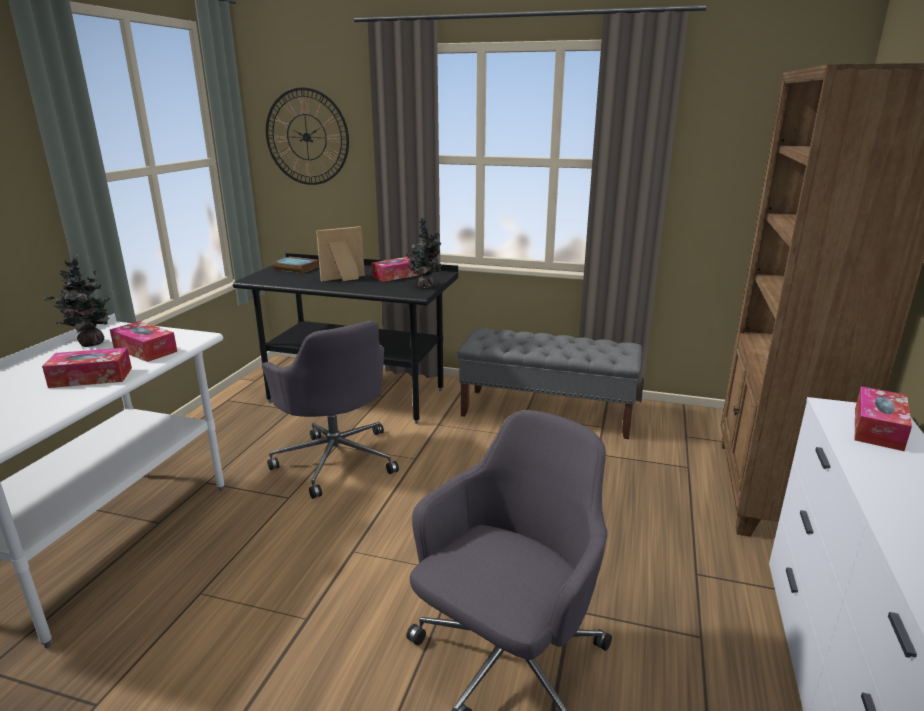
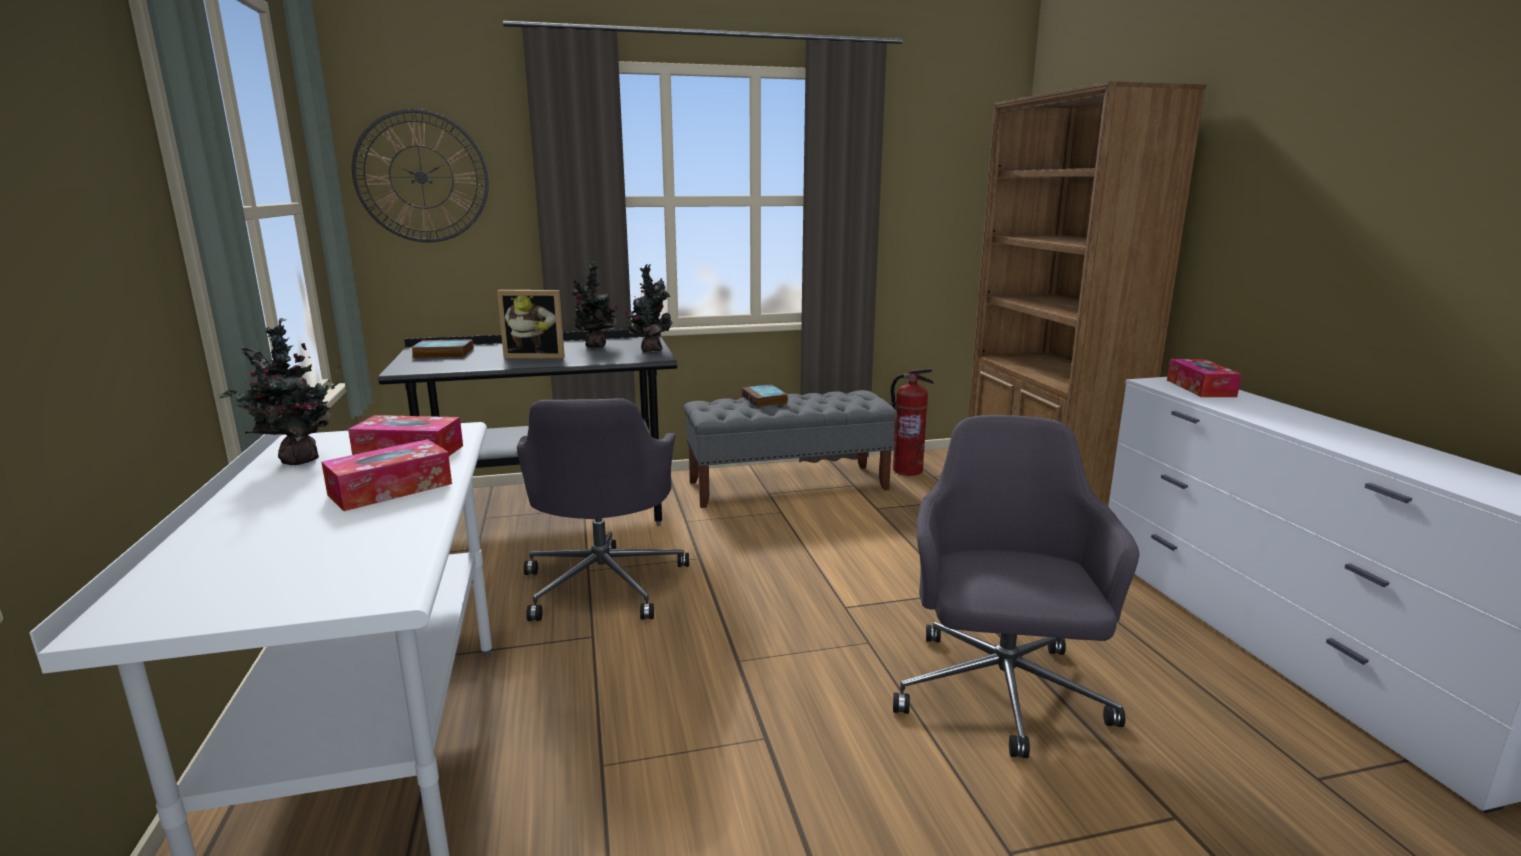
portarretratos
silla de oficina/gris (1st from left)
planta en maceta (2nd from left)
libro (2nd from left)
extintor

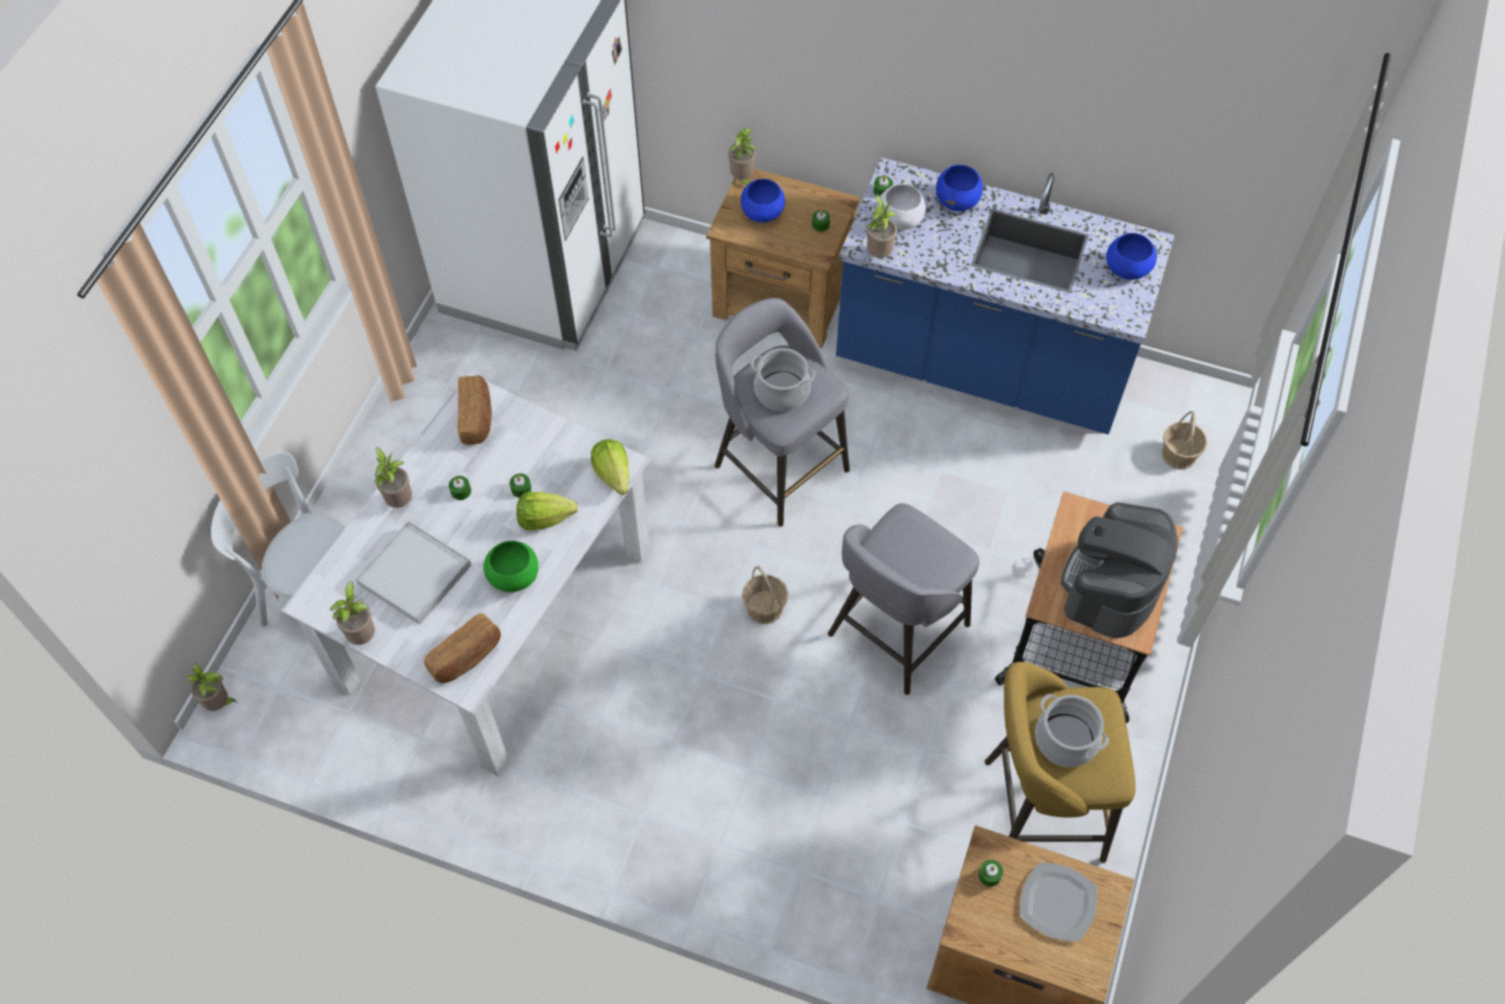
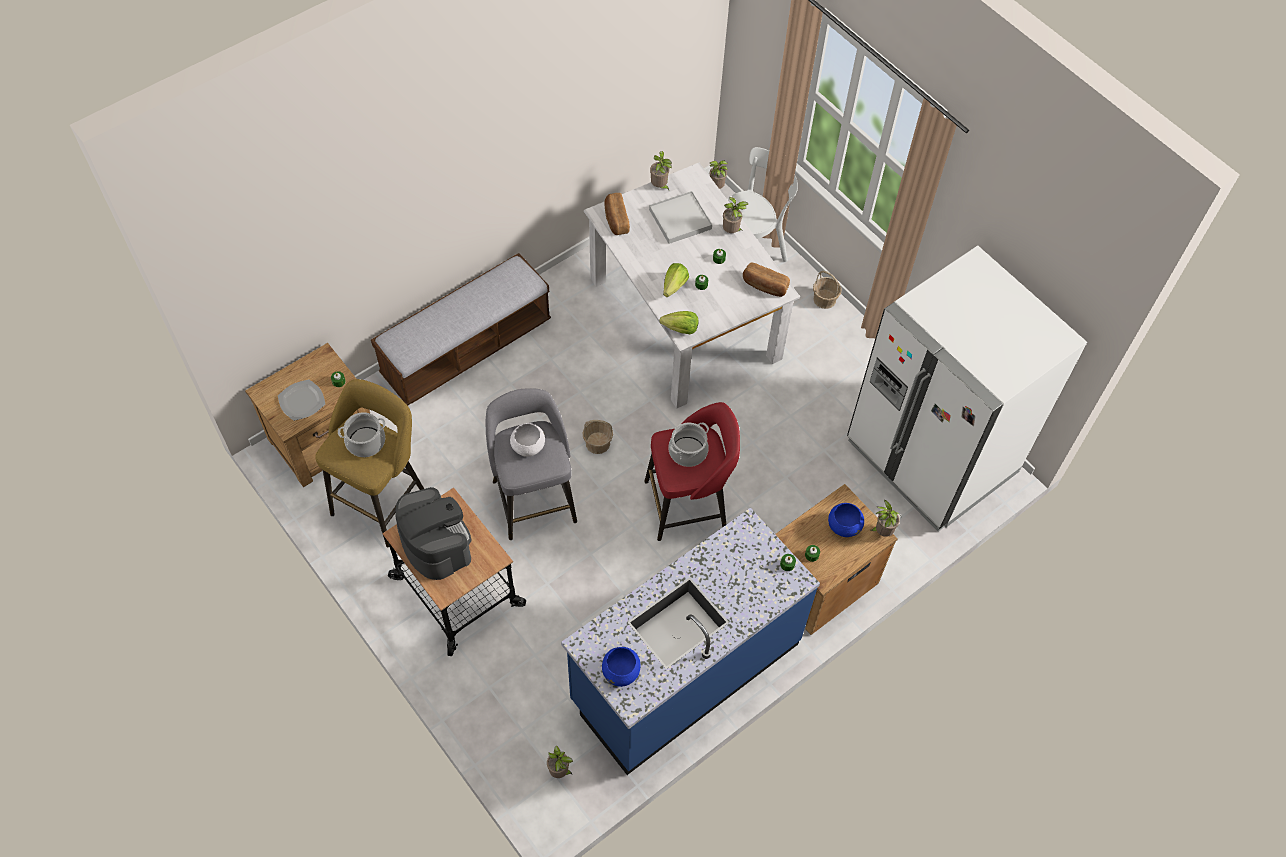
banco
cuenco/blanco
planta en maceta (1st from left)
taburete/rojo
cesta (2nd from left)
cuenco/verde
cuenco/azul (2nd from left in the first image)

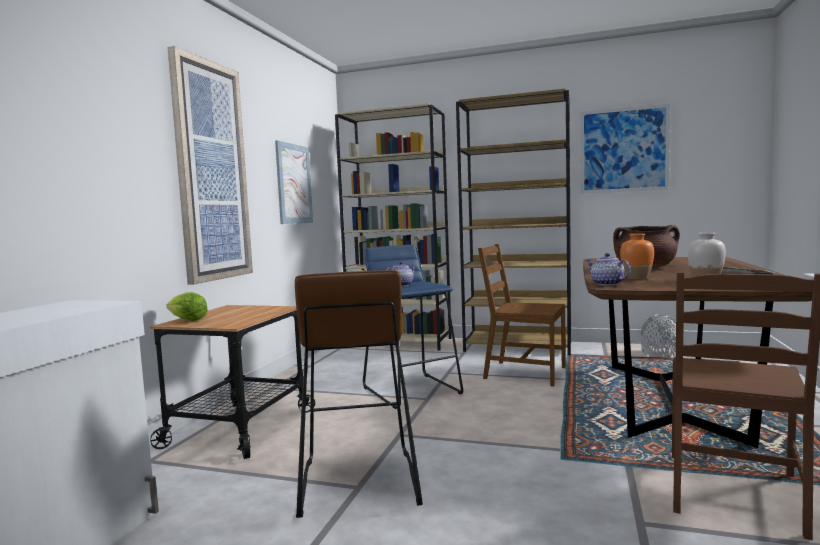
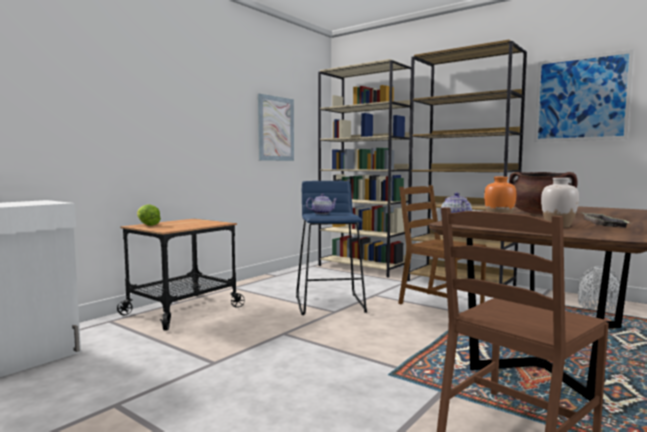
cuadro (1st from left in the first image)
taburete/marrón

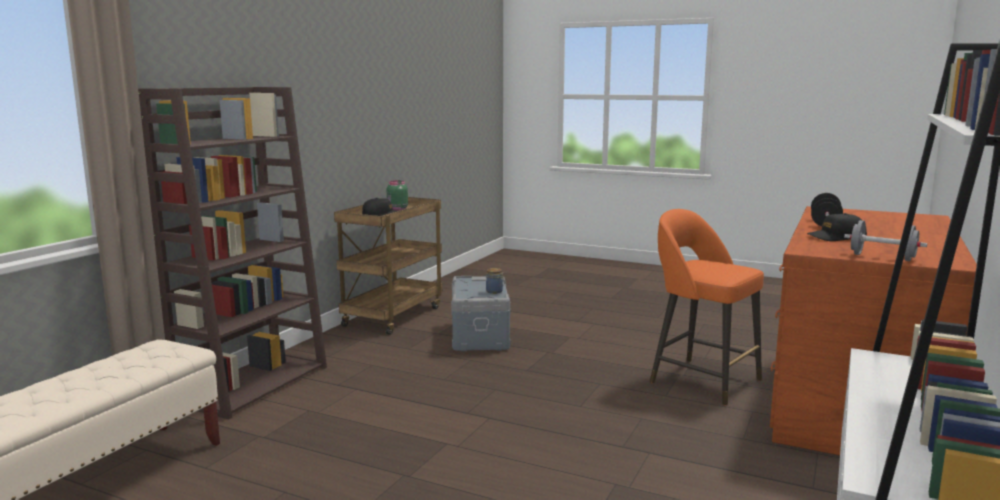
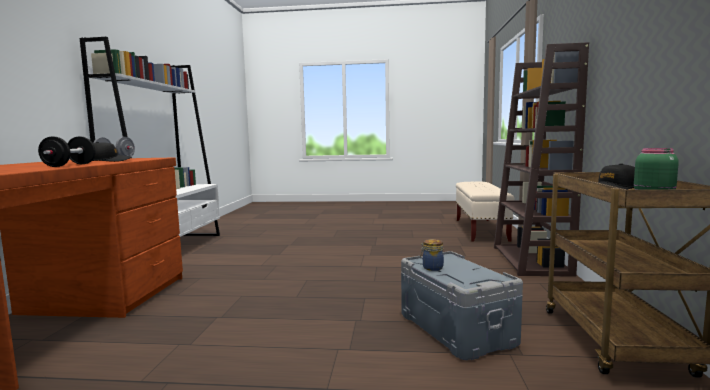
taburete/naranja

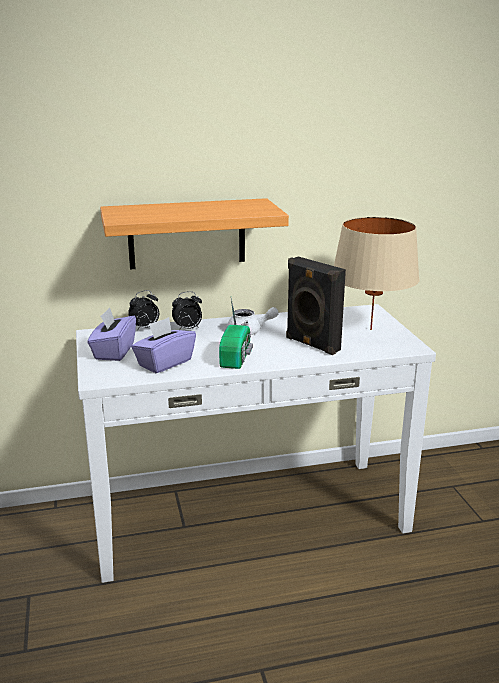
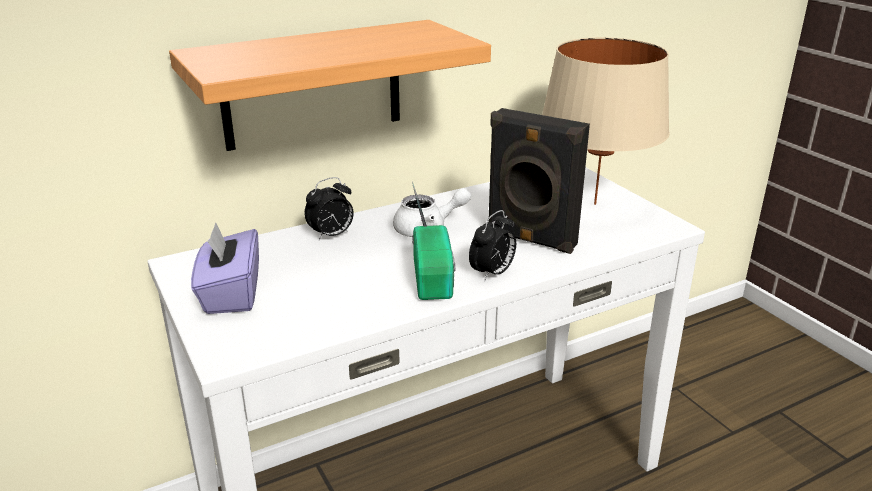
despertador (2nd from left)
caja de pañuelos/morado (2nd from left in the first image)

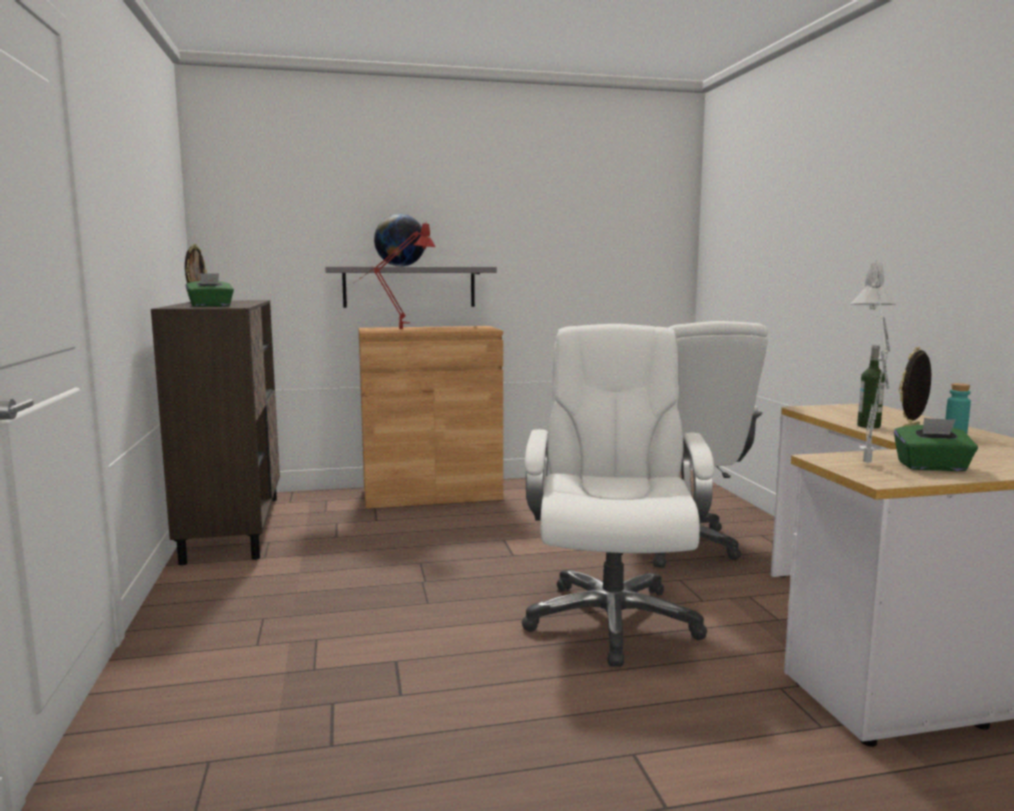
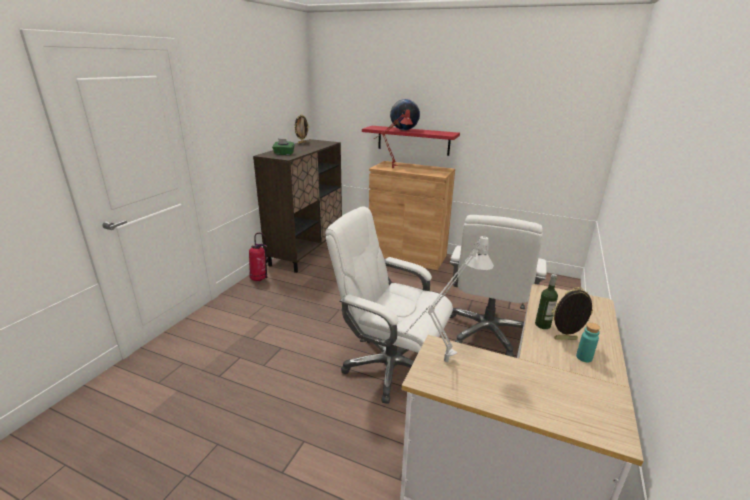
extintor
silla de oficina/blanco (1st from left)
estante/rojo
caja de pañuelos/verde (2nd from left in the first image)

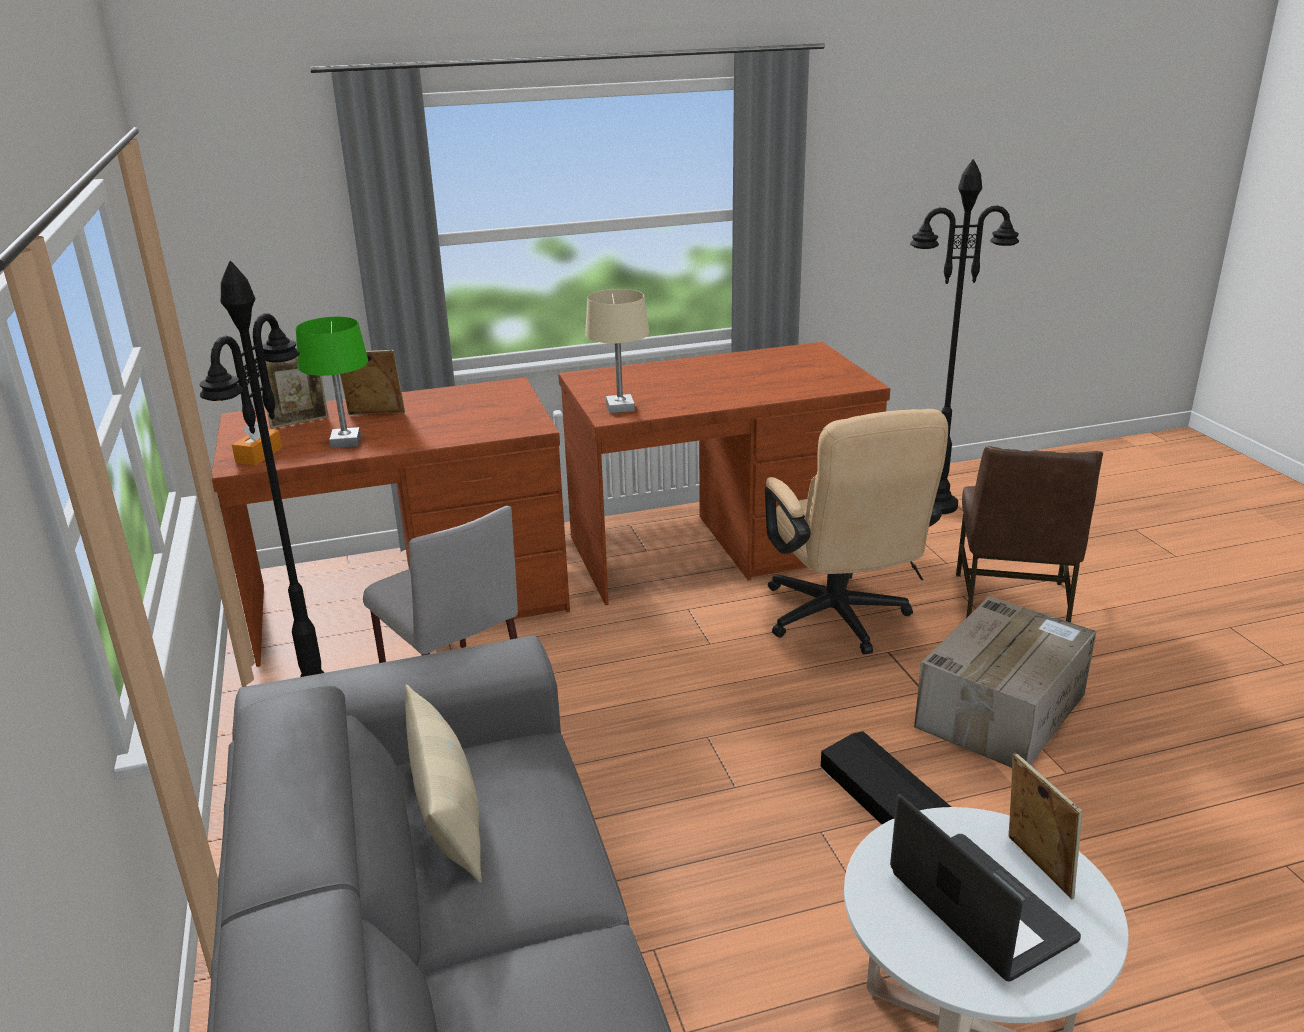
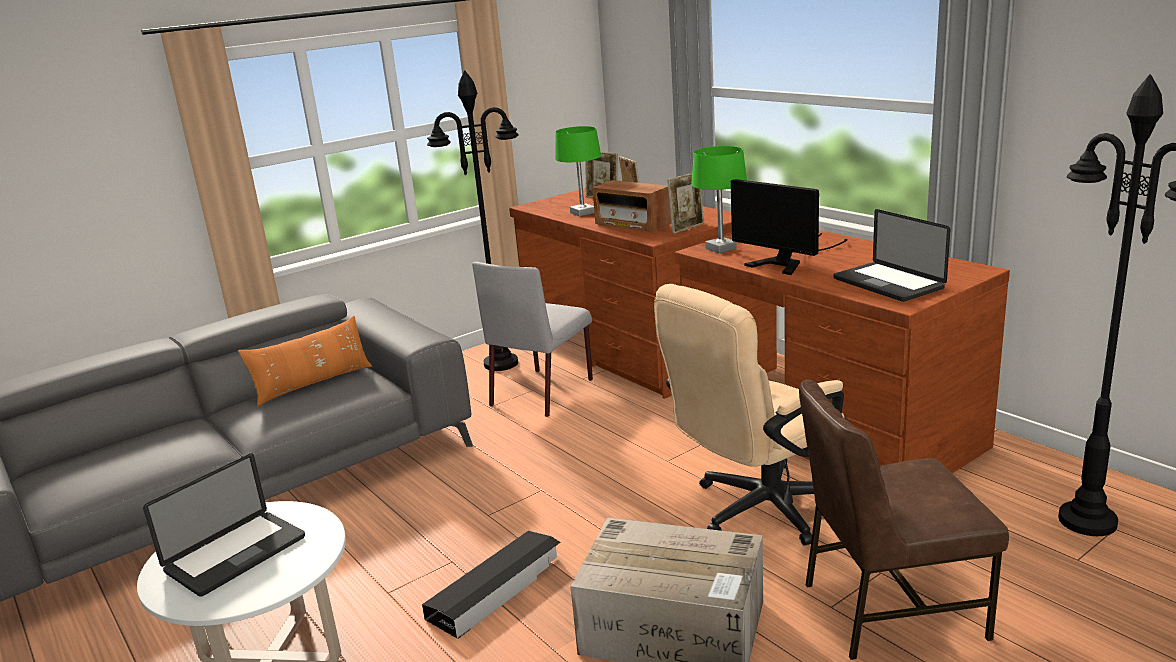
cojín/naranja
radio
portarretratos (3rd from left)
lámpara de mesa/verde (2nd from left)
monitor
portátil (2nd from left)
caja de pañuelos/naranja

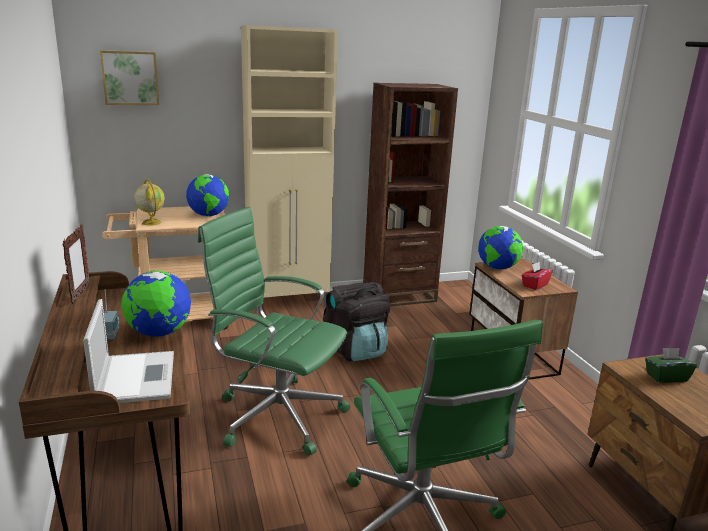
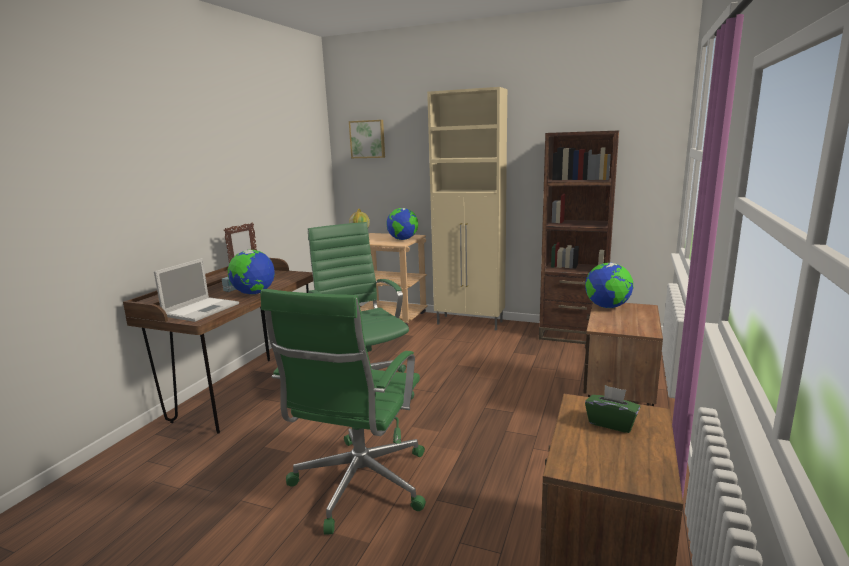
mochila/negro
caja de pañuelos/rojo

